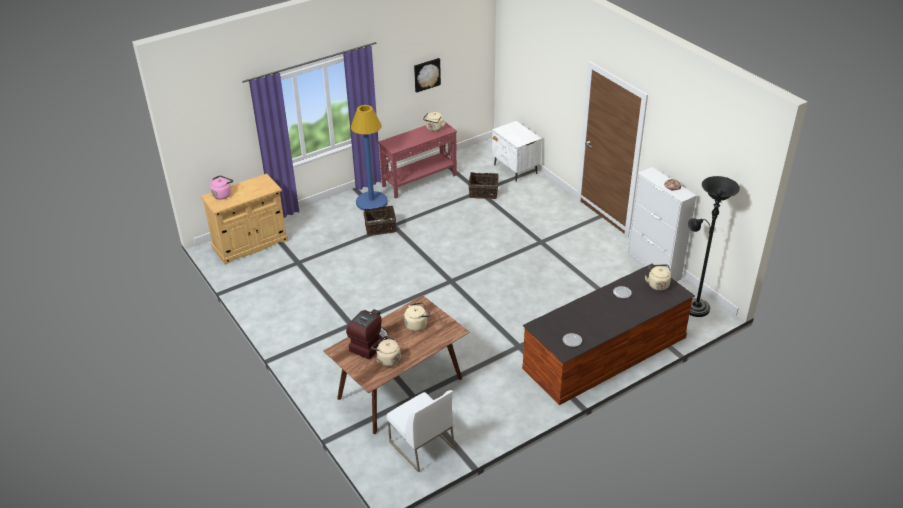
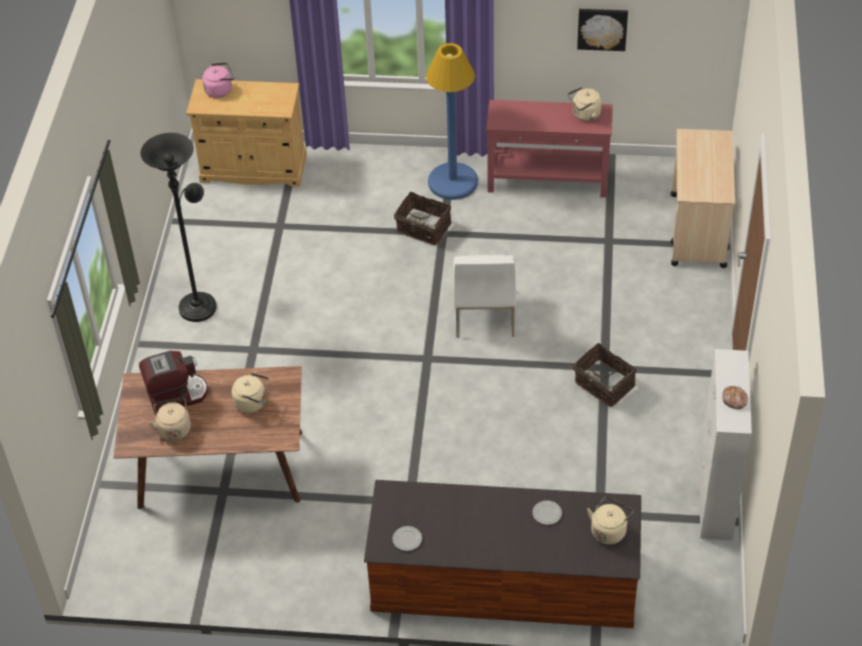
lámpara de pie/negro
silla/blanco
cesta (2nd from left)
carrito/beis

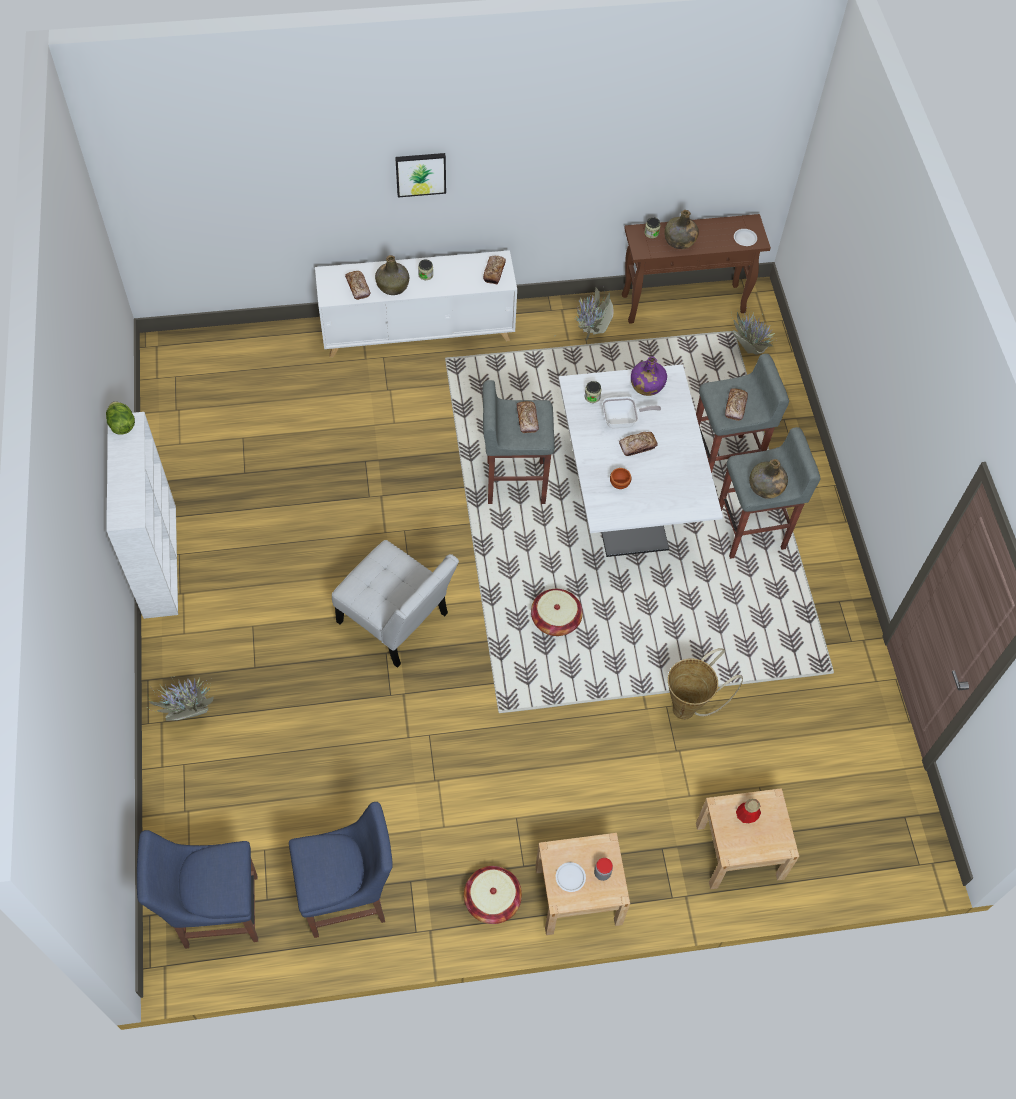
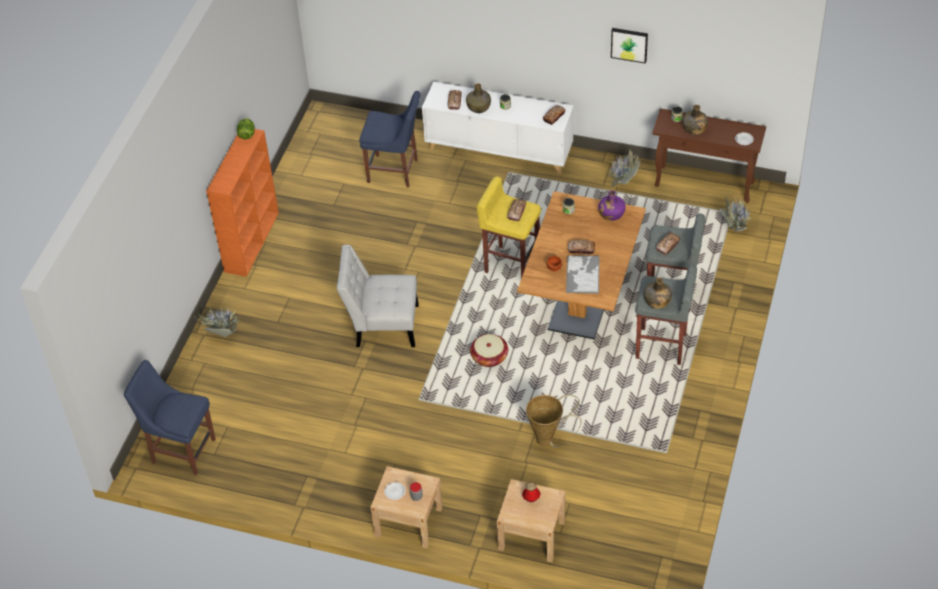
estantería/naranja
silla/blanco
silla/azul (2nd from left)
taburete/amarillo
mesa de comedor/marrón
bandeja
cuadro
cesta (1st from left in the first image)
sartén

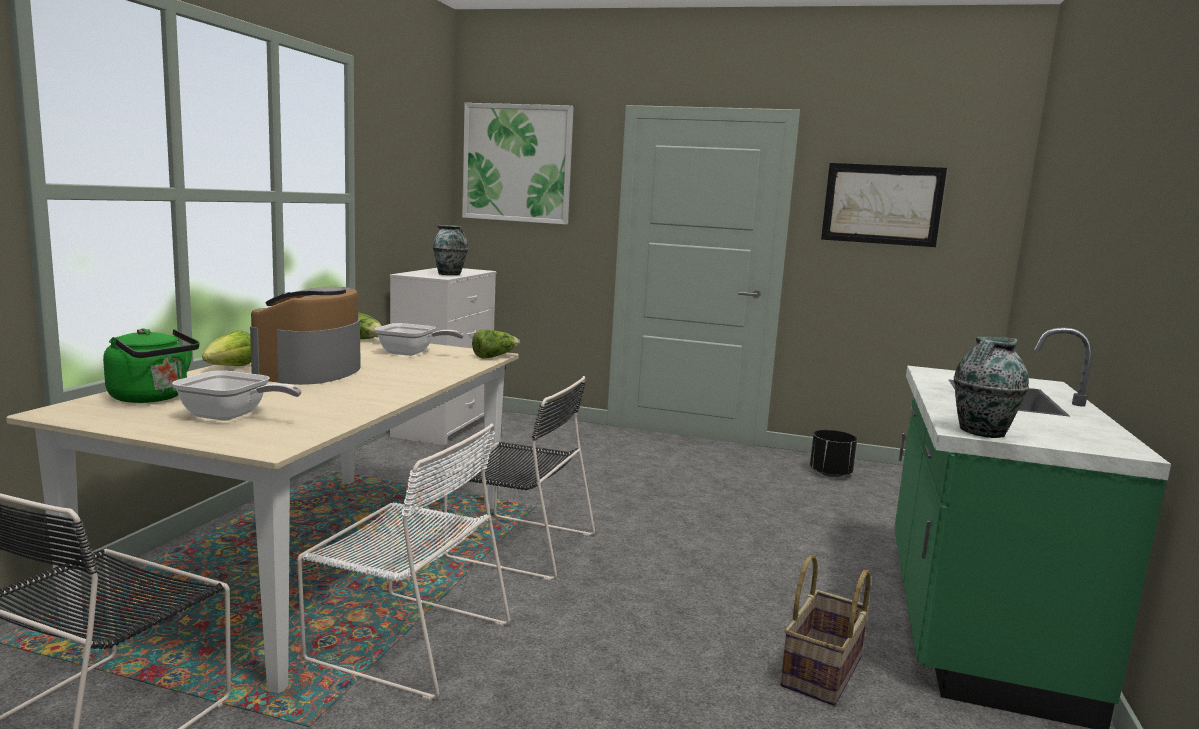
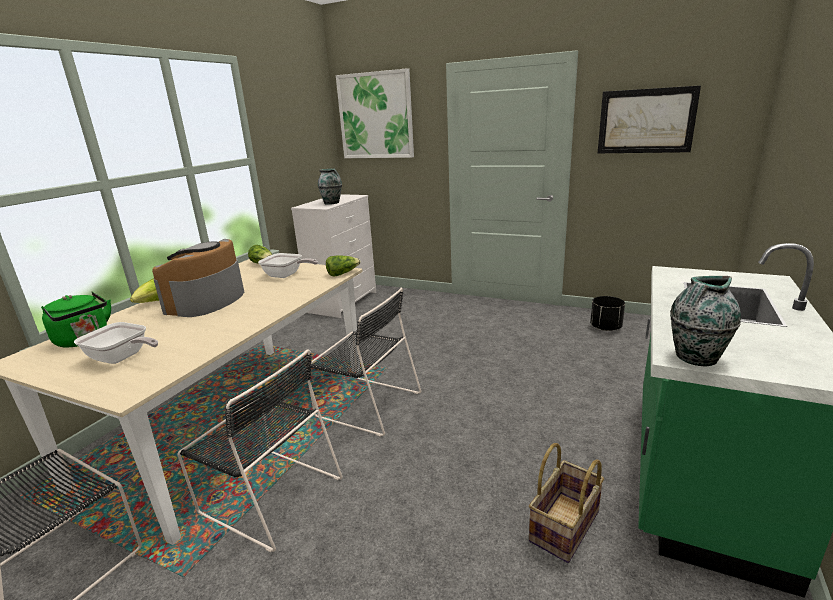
silla/negro (2nd from left)

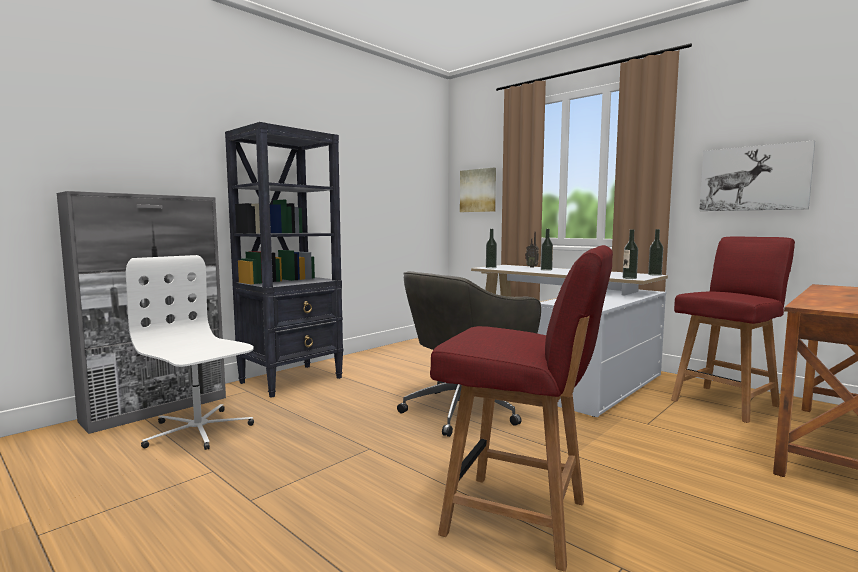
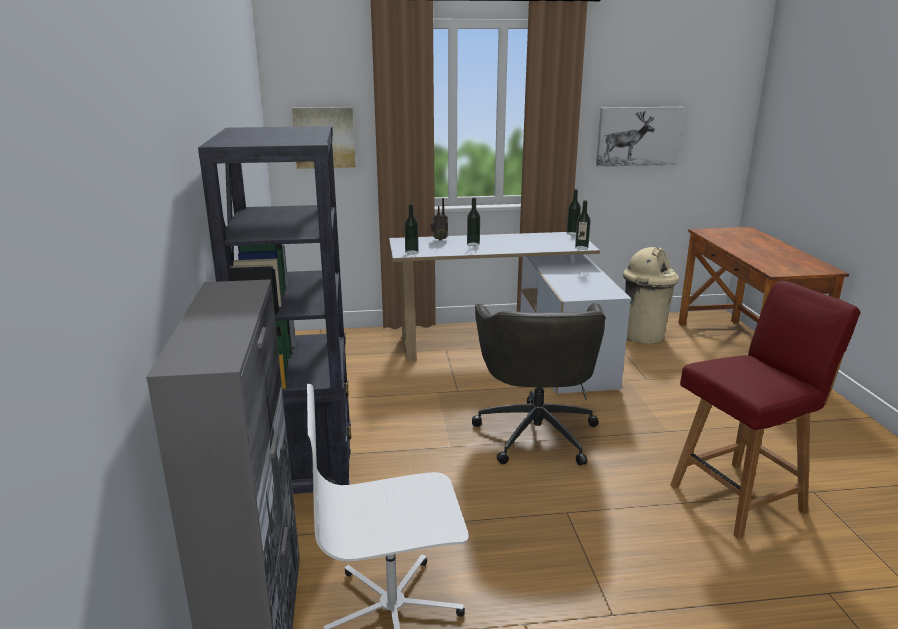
papelera/beis

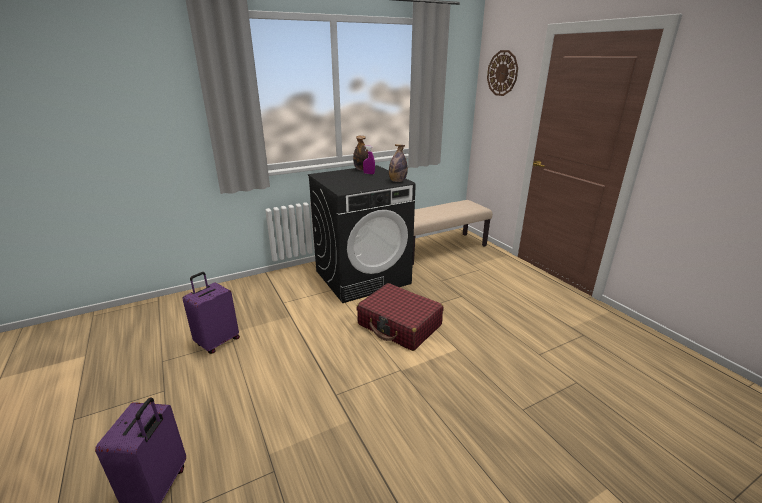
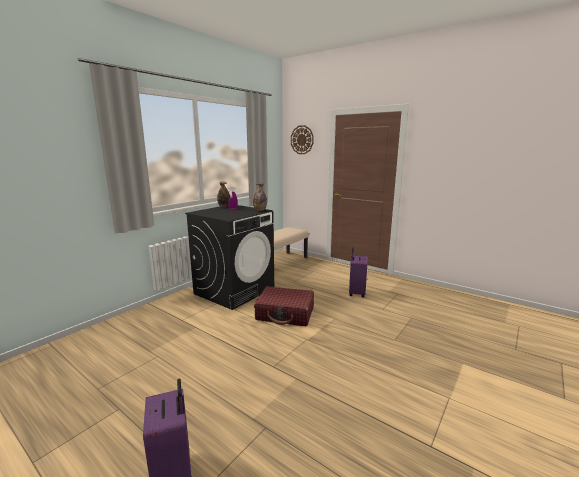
maleta/morado (2nd from left)

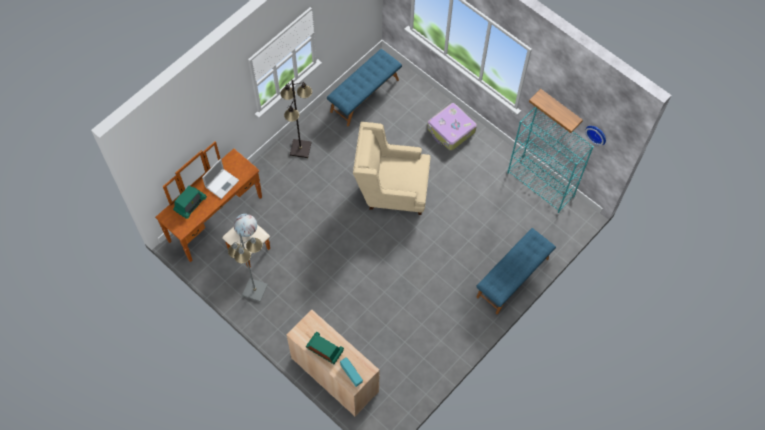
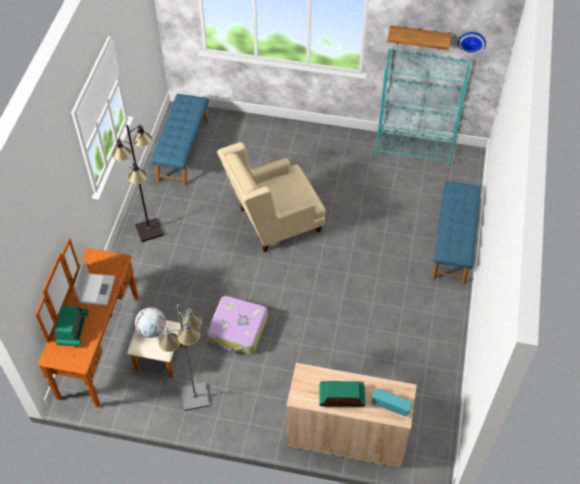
maleta

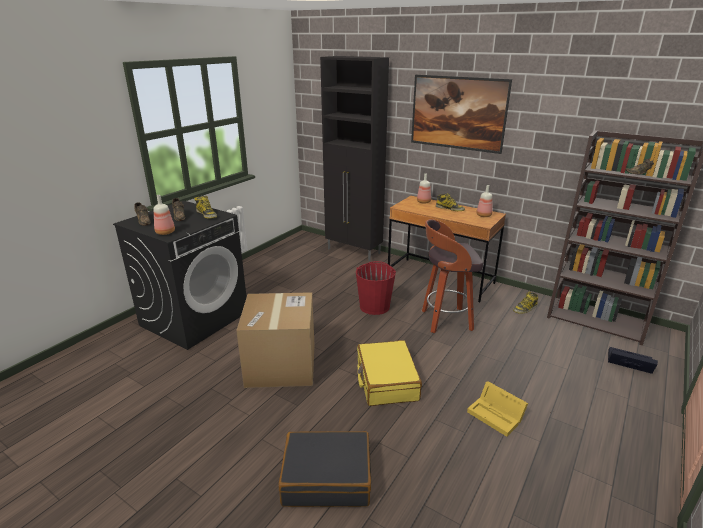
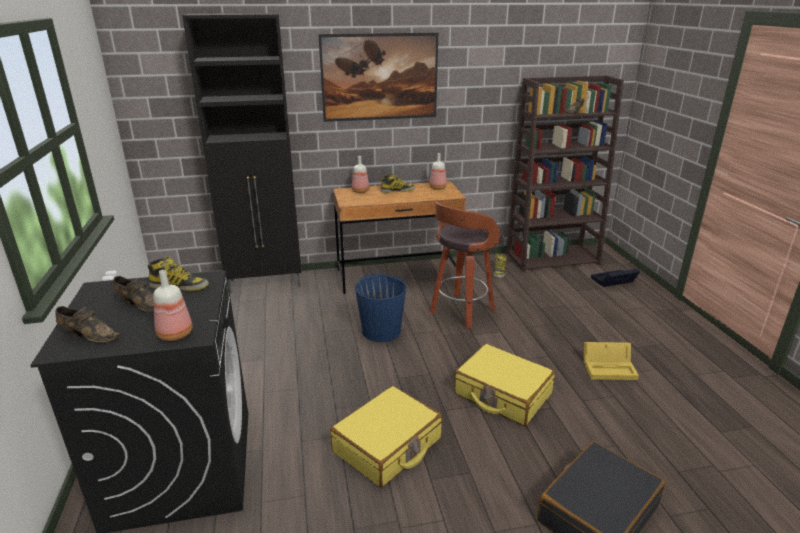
maleta/amarillo (1st from left)
cubo/azul

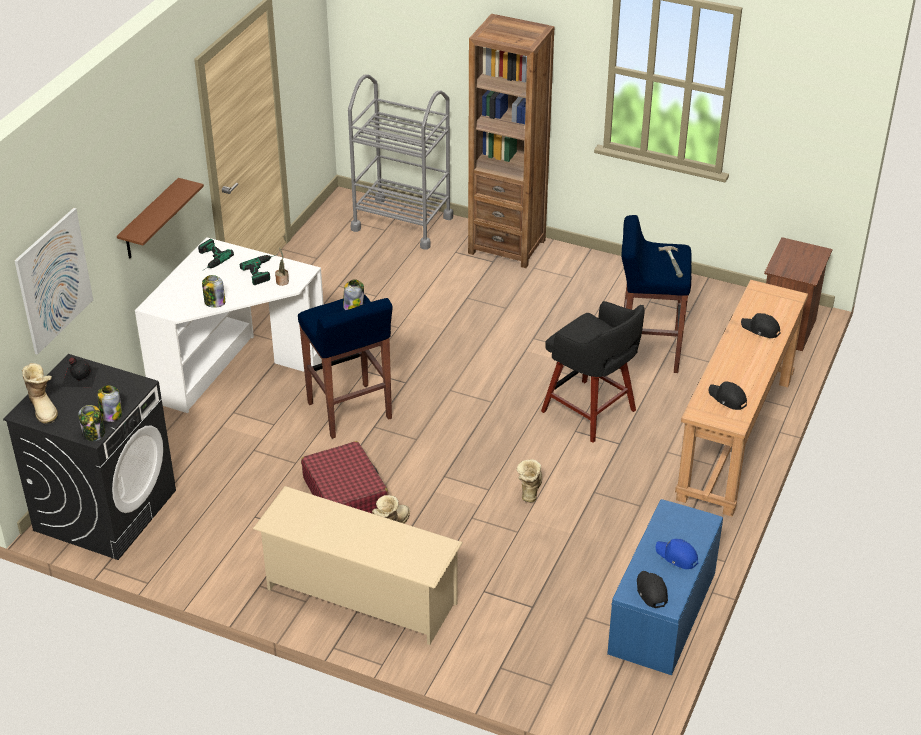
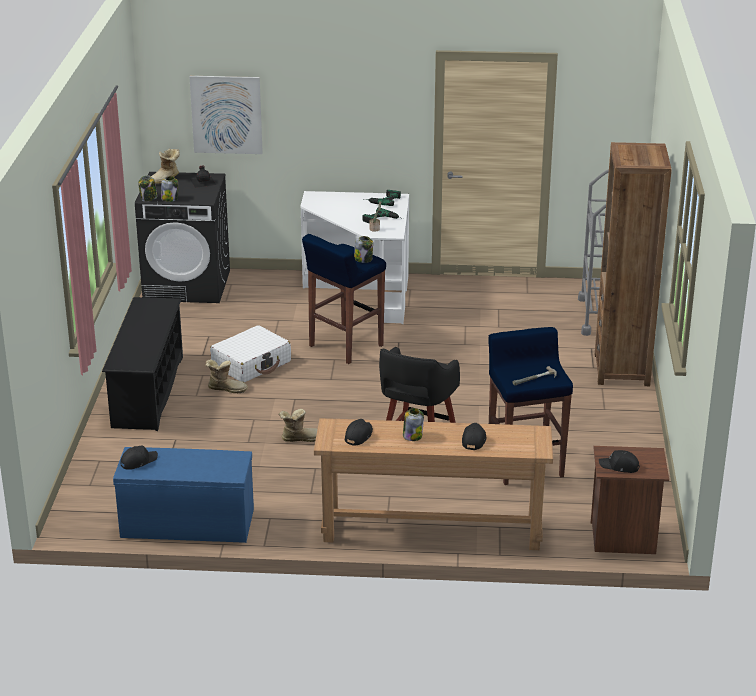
zapatero/negro
maleta/blanco
tarro (4th from left)
gorra/negro (4th from left)
estante/marrón
gorra/azul

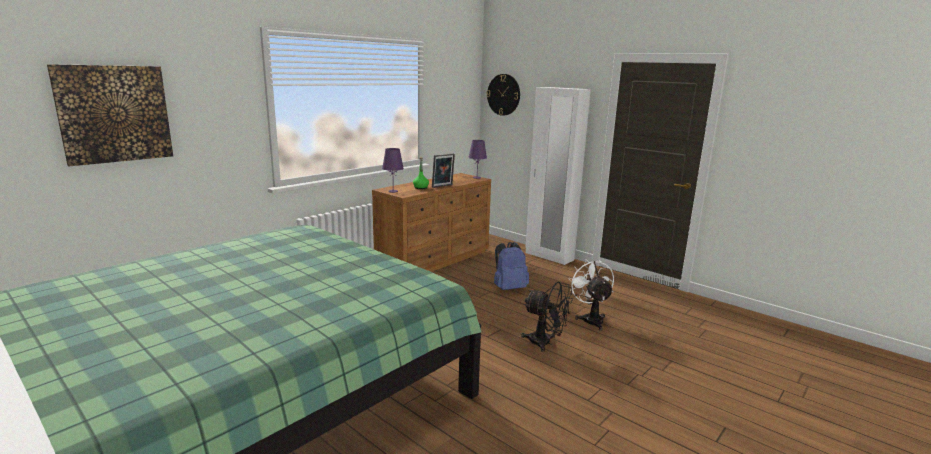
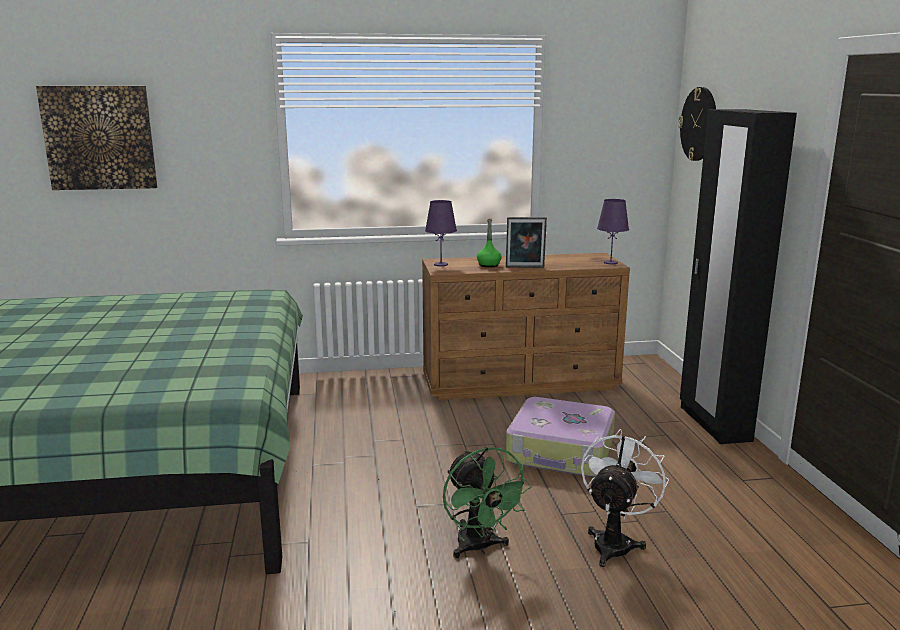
ventilador/verde
maleta
armario ropero/negro

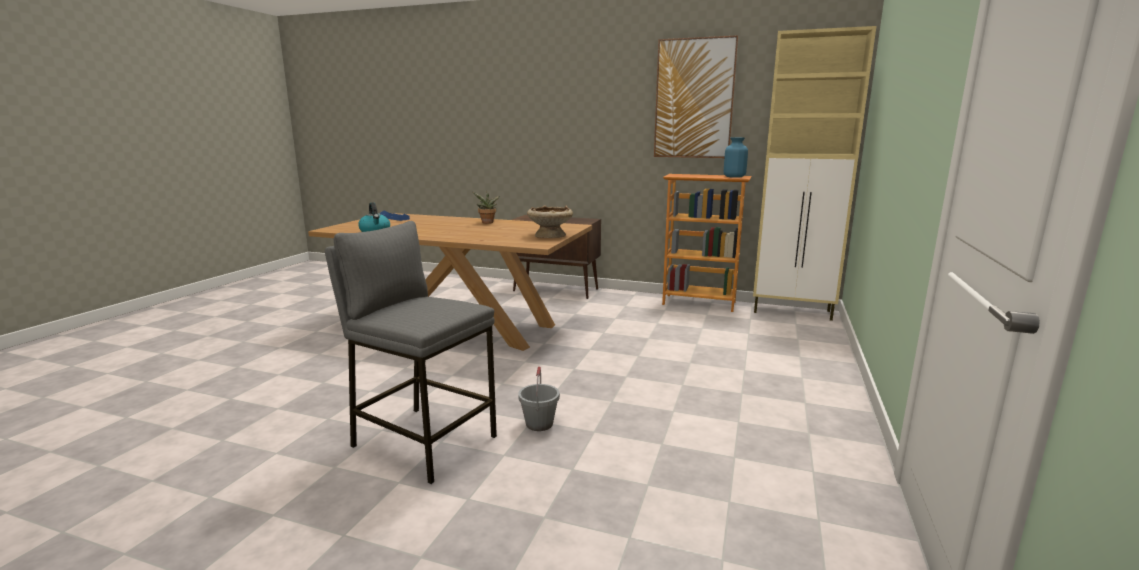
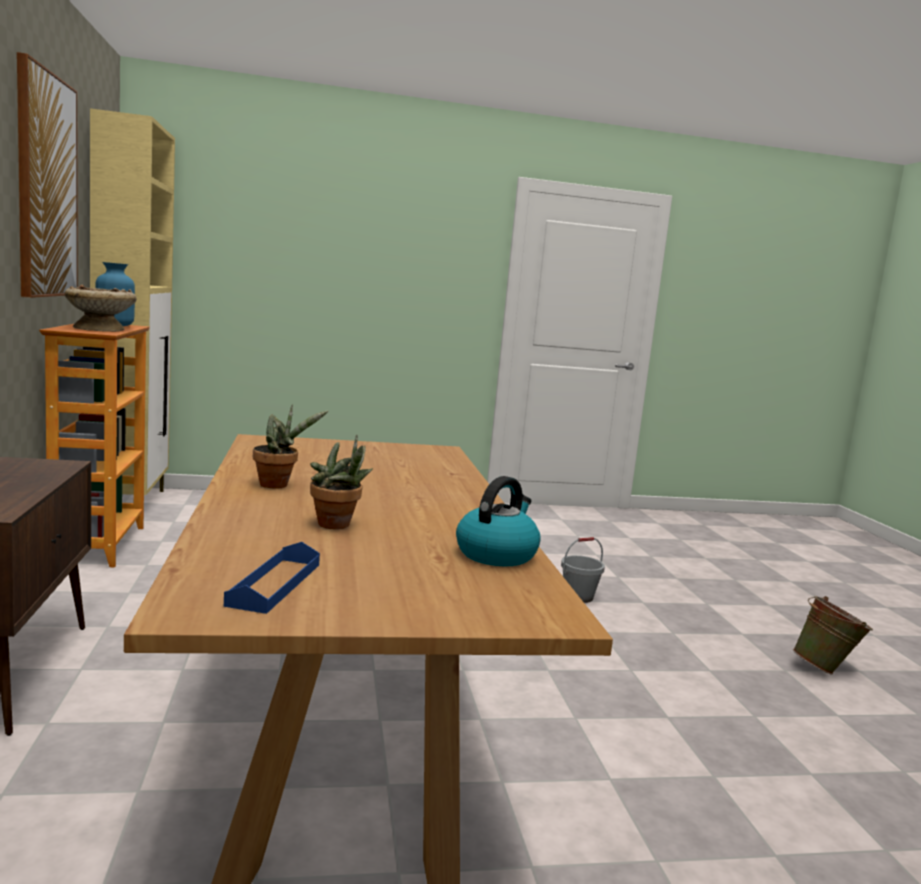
cuenco/beis
planta en maceta (2nd from left)
cubo/verde
taburete/gris

